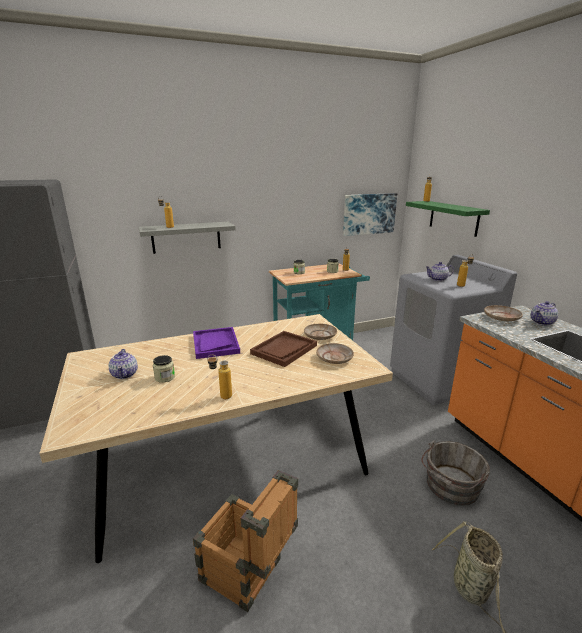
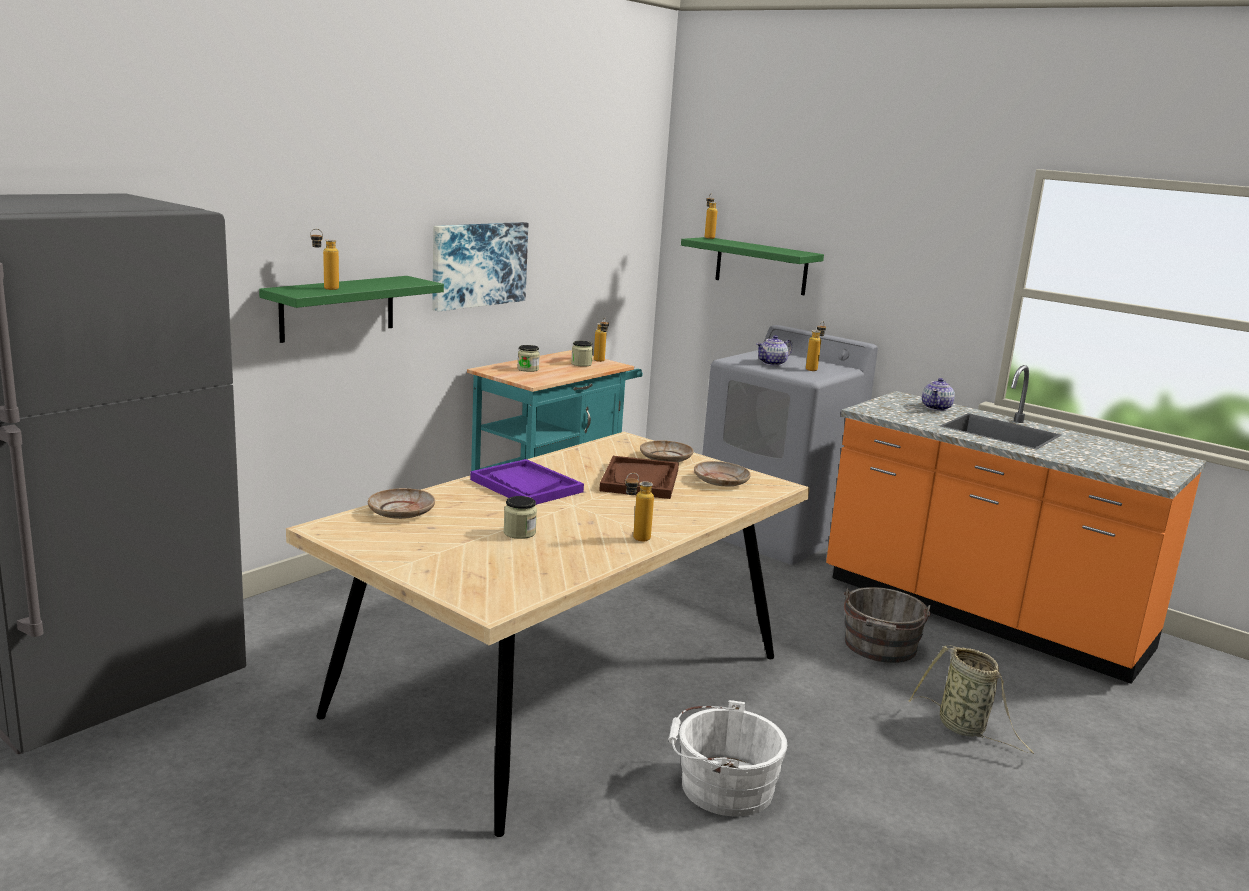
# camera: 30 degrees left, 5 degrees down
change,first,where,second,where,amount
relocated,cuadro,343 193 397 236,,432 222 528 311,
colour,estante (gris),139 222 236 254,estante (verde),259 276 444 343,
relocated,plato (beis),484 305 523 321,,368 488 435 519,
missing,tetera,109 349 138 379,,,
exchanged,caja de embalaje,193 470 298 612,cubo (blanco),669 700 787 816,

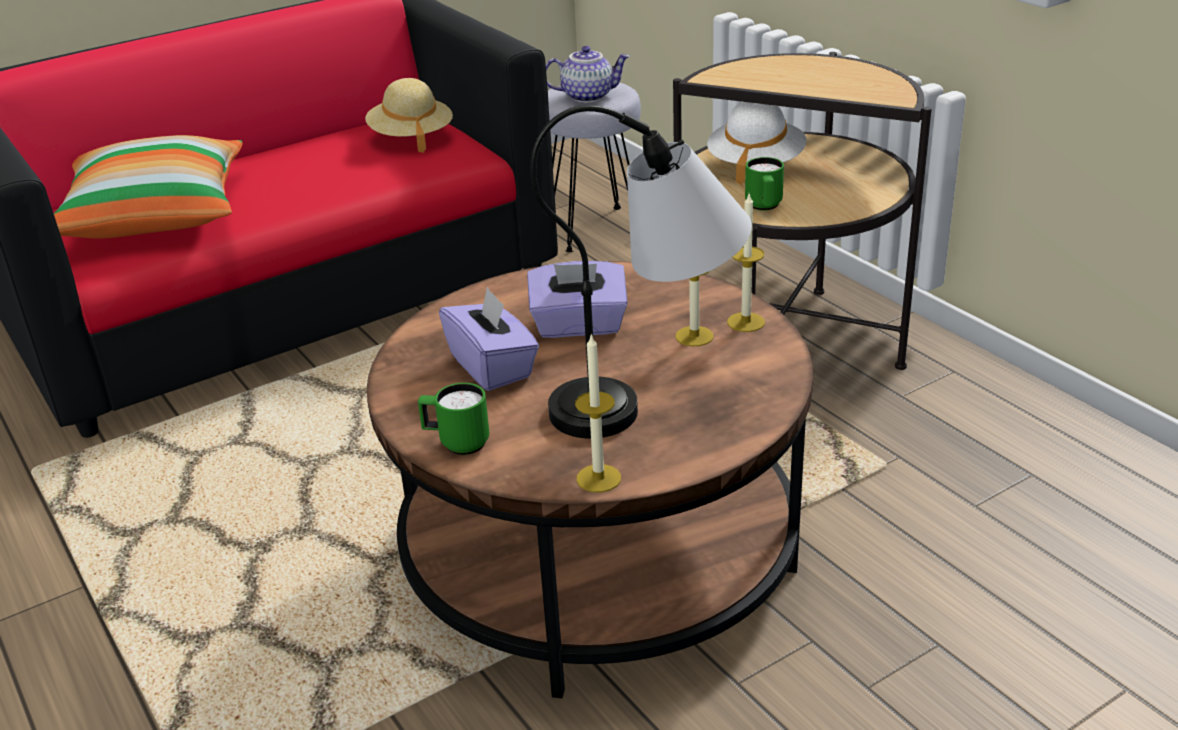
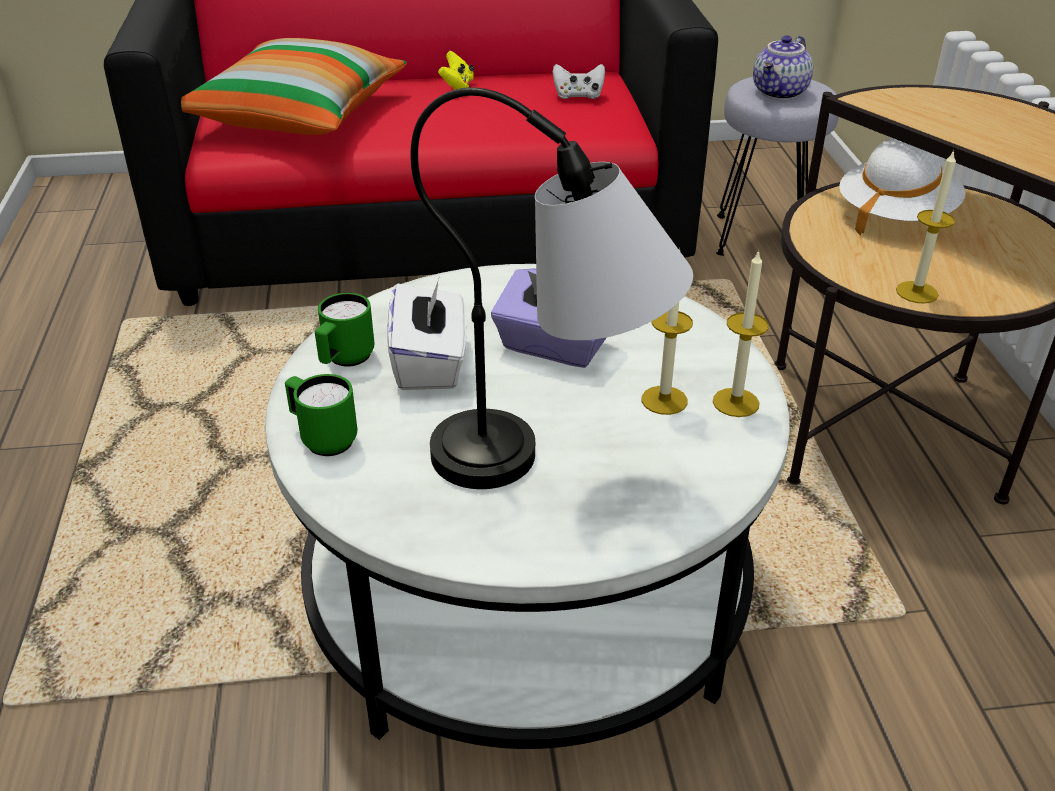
# camera: 25 degrees right, 5 degrees up
change,first,where,second,where,amount
spun,tetera,546 46 630 103,,753 35 813 100,105 degrees clockwise
exchanged,sombrero (beis),365 78 453 153,mando de consola (blanco),553 64 605 99,
relocated,taza grande (verde),745 157 784 211,,315 293 375 367,
colour,mesa de centro (marrón),367 261 813 698,mesa de centro (blanco),265 264 790 749,
colour,caja de pañuelos (morado),439 286 539 391,caja de pañuelos (blanco),387 279 466 390,
relocated,vela,575 333 621 492,,896 150 956 304,
appeared,,,mando de consola (amarillo),438 51 474 90,

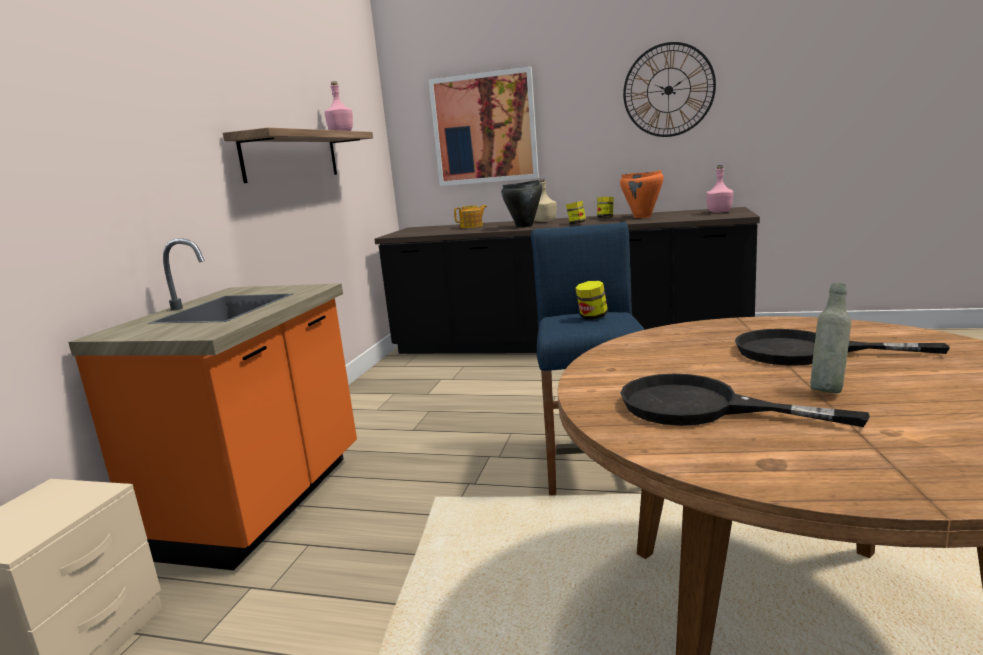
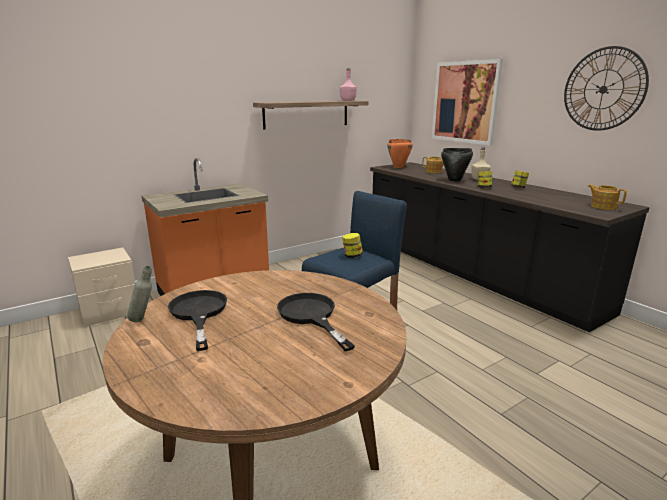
# camera: 40 degrees right, 5 degrees up
change,first,where,second,where,amount
exchanged,botella (rosa),706 165 733 213,tetera,588 184 627 210,
relocated,olla (naranja),620 170 664 218,,387 139 413 168,
relocated,botella (gris),810 283 851 394,,127 266 152 322,

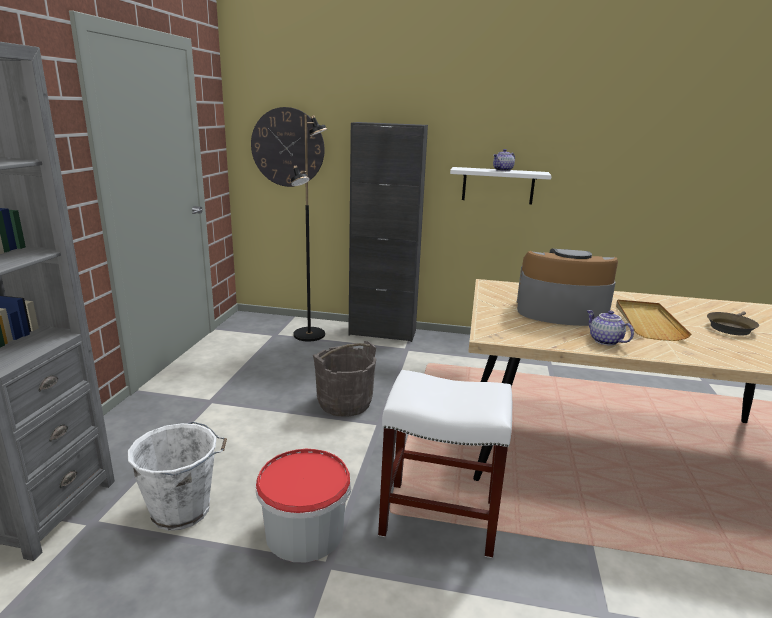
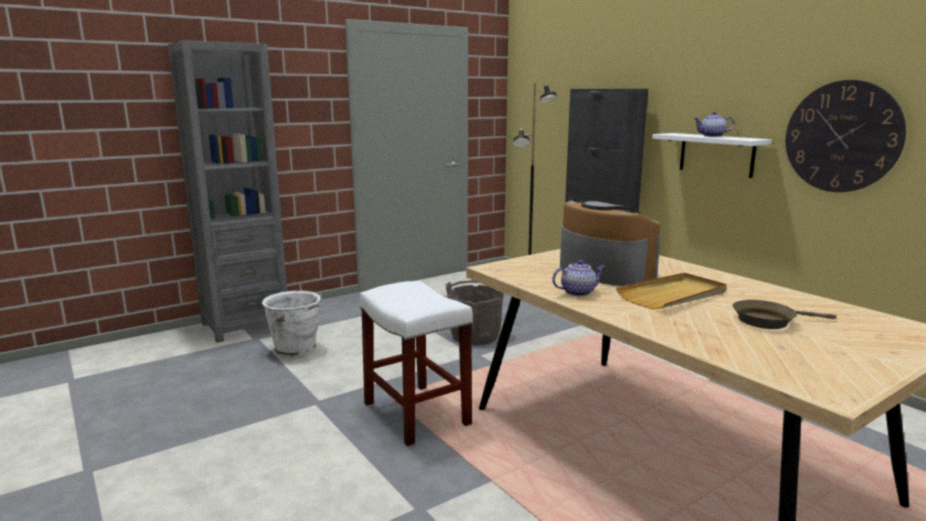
# camera: 45 degrees right, 5 degrees down
change,first,where,second,where,amount
relocated,reloj de pared,251 107 325 187,,786 80 906 192,
spun,tetera,586 310 634 346,,552 260 605 296,60 degrees clockwise
missing,cubo,256 449 351 562,,,

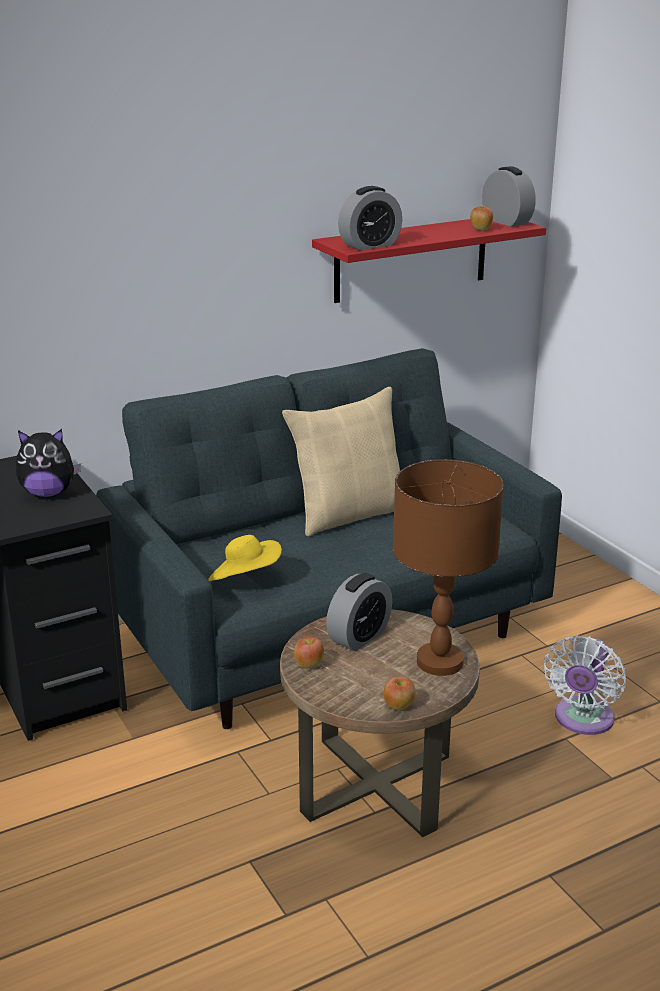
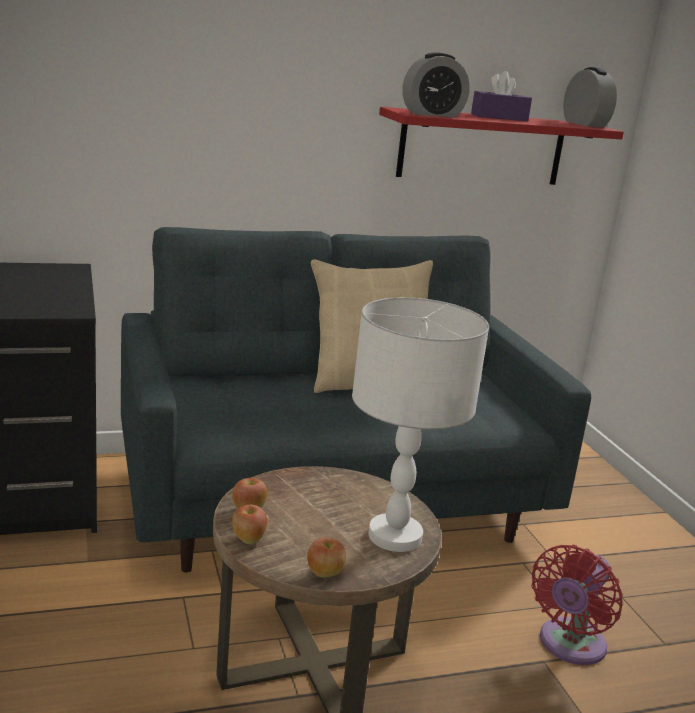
# camera: 10 degrees right, 5 degrees down
change,first,where,second,where,amount
relocated,manzana,470 206 493 231,,232 505 267 544,
missing,peluche,16 429 81 498,,,
colour,lámpara de mesa (marrón),393 459 504 676,lámpara de mesa (blanco),352 297 489 552,
missing,sombrero (amarillo),208 535 282 581,,,
missing,despertador,326 573 392 651,,,
colour,ventilador (blanco),544 635 626 735,ventilador (rojo),531 545 623 665,
appeared,,,caja de pañuelos (morado),471 71 532 121,

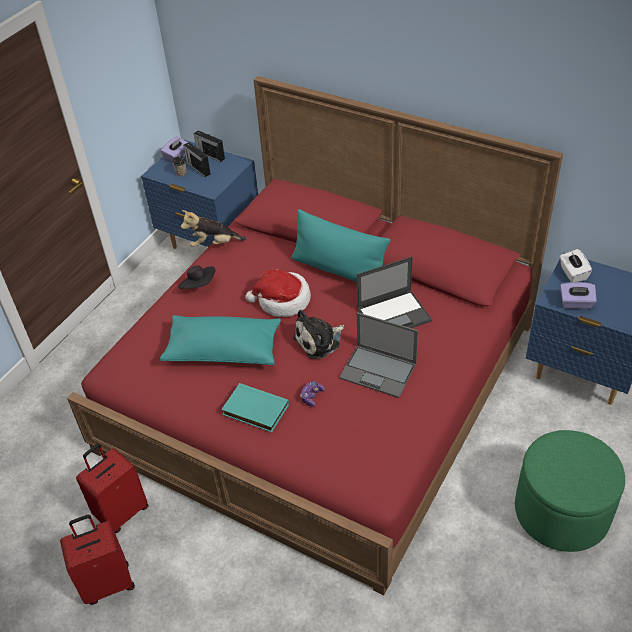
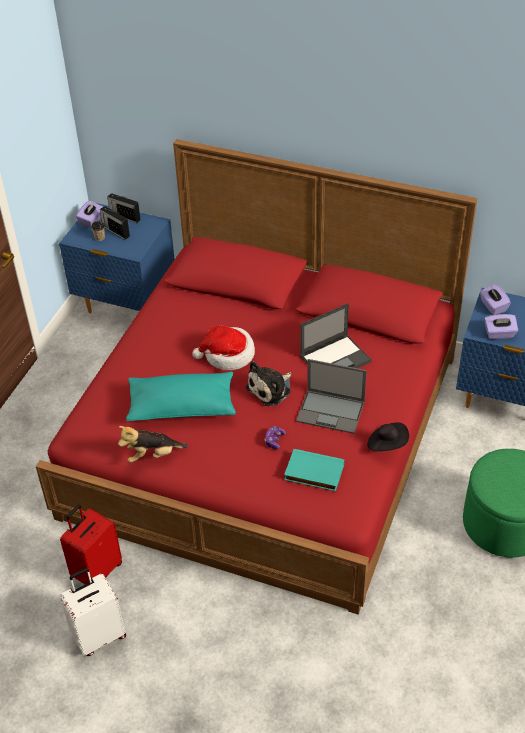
# camera: 10 degrees left, 0 degrees up
change,first,where,second,where,amount
missing,cojín (turquesa),292 209 390 282,,,
relocated,peluche,181 210 246 247,,118 426 188 463,
colour,caja de pañuelos (blanco),560 249 592 282,caja de pañuelos (morado),480 284 511 315,
relocated,sombrero (negro),178 266 215 289,,367 422 409 451,
relocated,libro (turquesa),221 383 289 432,,284 449 345 491,
colour,maleta (rojo),60 515 135 605,maleta (blanco),60 568 126 656,

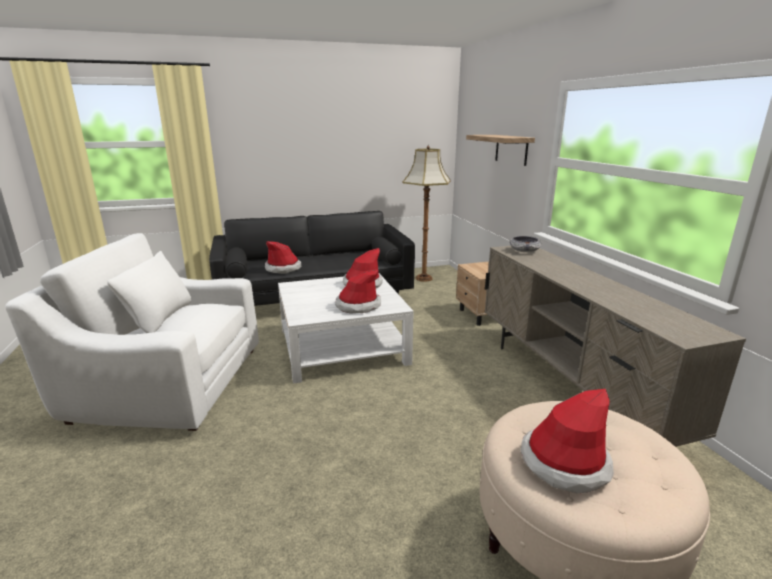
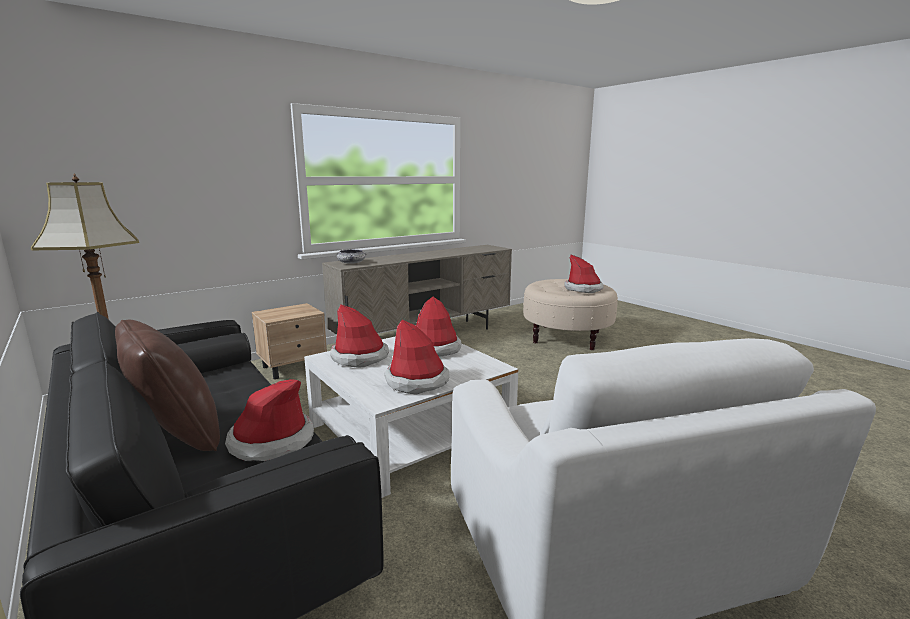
# camera: 110 degrees left, 5 degrees down
change,first,where,second,where,amount
missing,estante,466 135 535 166,,,
appeared,,,cojín (marrón),115 320 220 451,
appeared,,,sombrero,384 320 449 395,

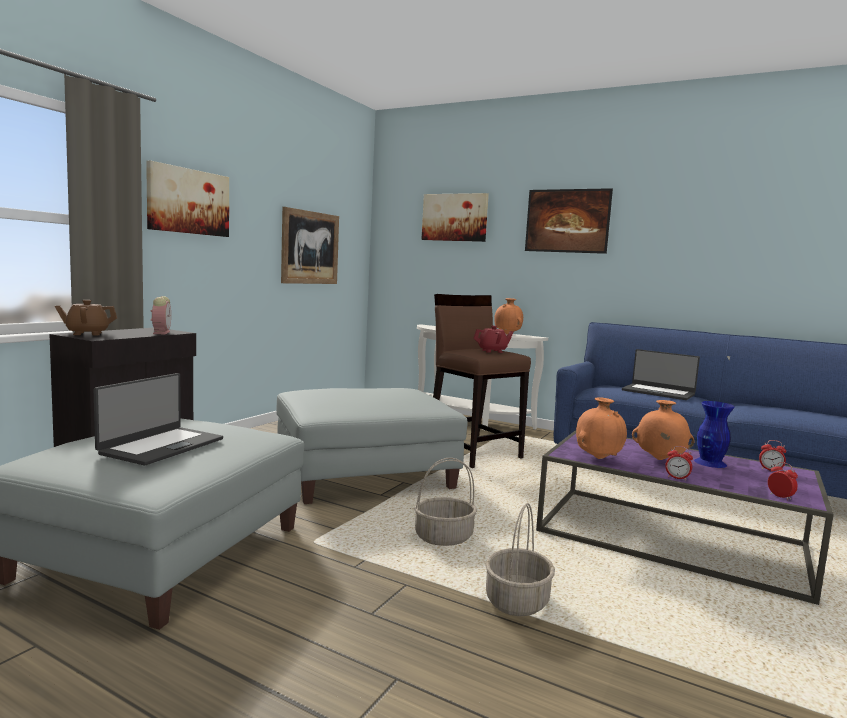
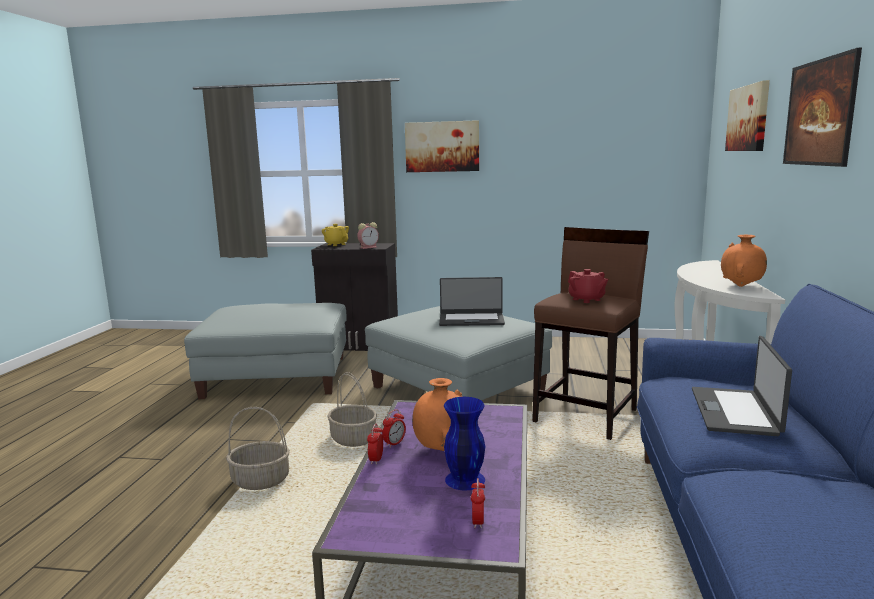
# camera: 70 degrees right, 5 degrees up
change,first,where,second,where,amount
missing,cuadro,281 207 339 284,,,
colour,tetera (marrón),55 300 117 335,tetera (amarillo),322 224 349 246,
relocated,portátil,94 373 223 465,,439 277 505 326,
missing,florero (naranja),576 397 627 459,,,
relocated,despertador,768 462 798 500,,382 409 406 448,

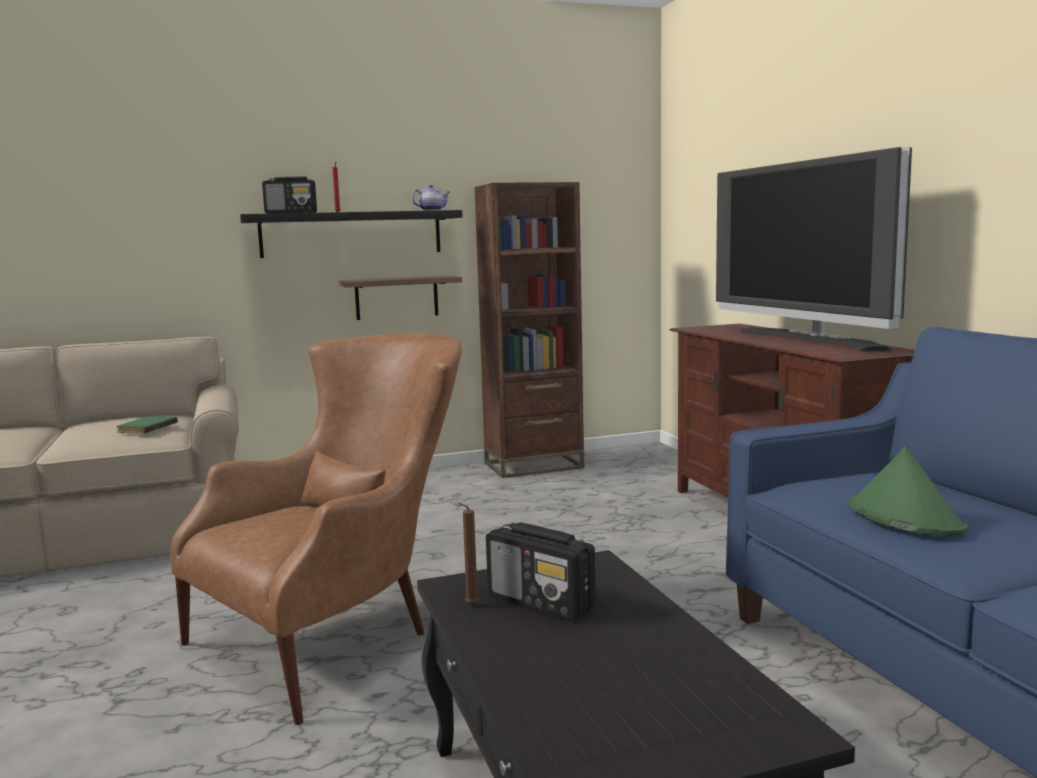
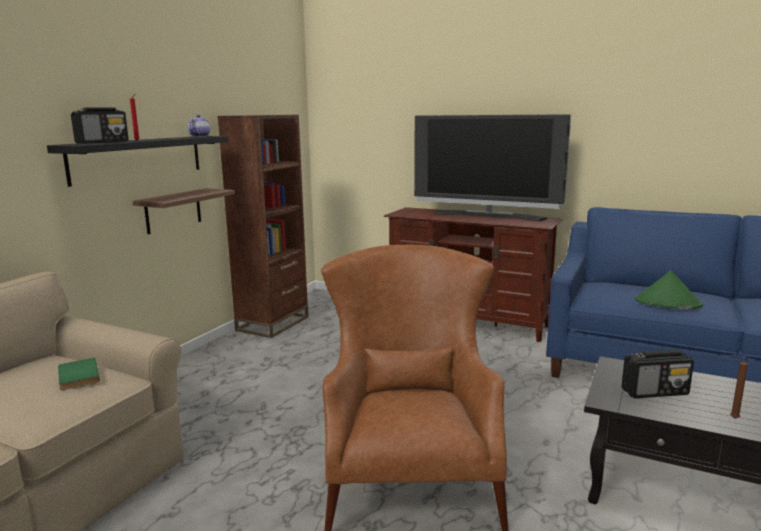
# camera: 45 degrees left, 5 degrees up
change,first,where,second,where,amount
relocated,vela (marrón),458 503 479 605,,730 360 748 419,

